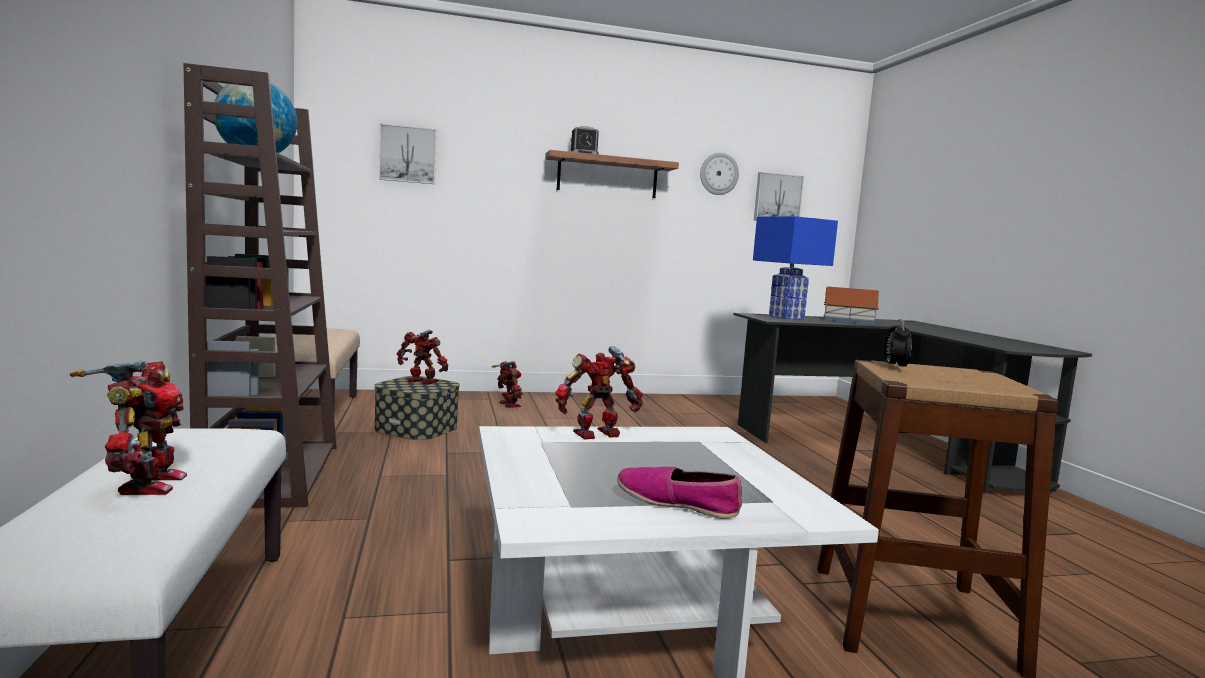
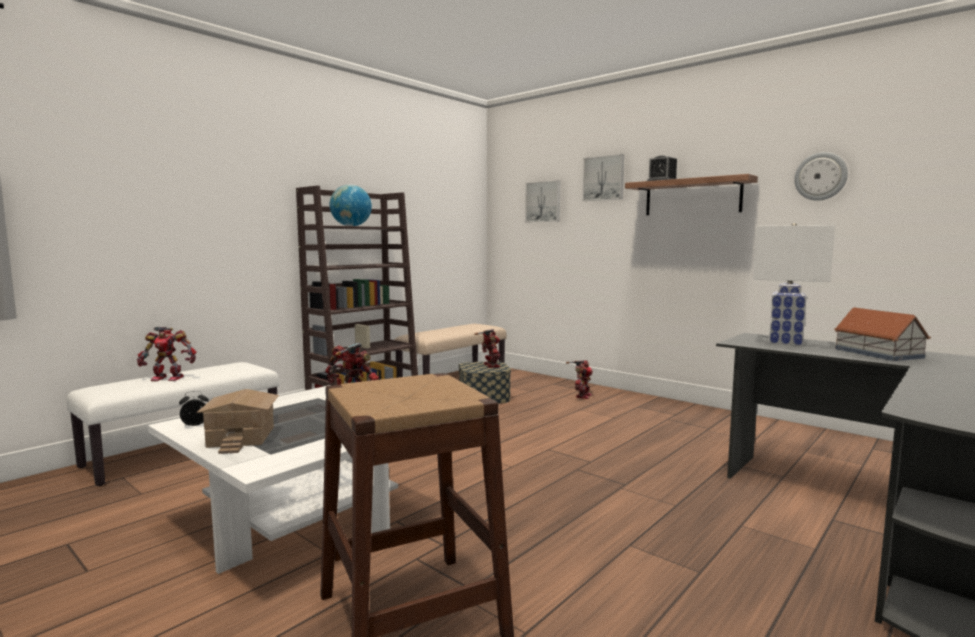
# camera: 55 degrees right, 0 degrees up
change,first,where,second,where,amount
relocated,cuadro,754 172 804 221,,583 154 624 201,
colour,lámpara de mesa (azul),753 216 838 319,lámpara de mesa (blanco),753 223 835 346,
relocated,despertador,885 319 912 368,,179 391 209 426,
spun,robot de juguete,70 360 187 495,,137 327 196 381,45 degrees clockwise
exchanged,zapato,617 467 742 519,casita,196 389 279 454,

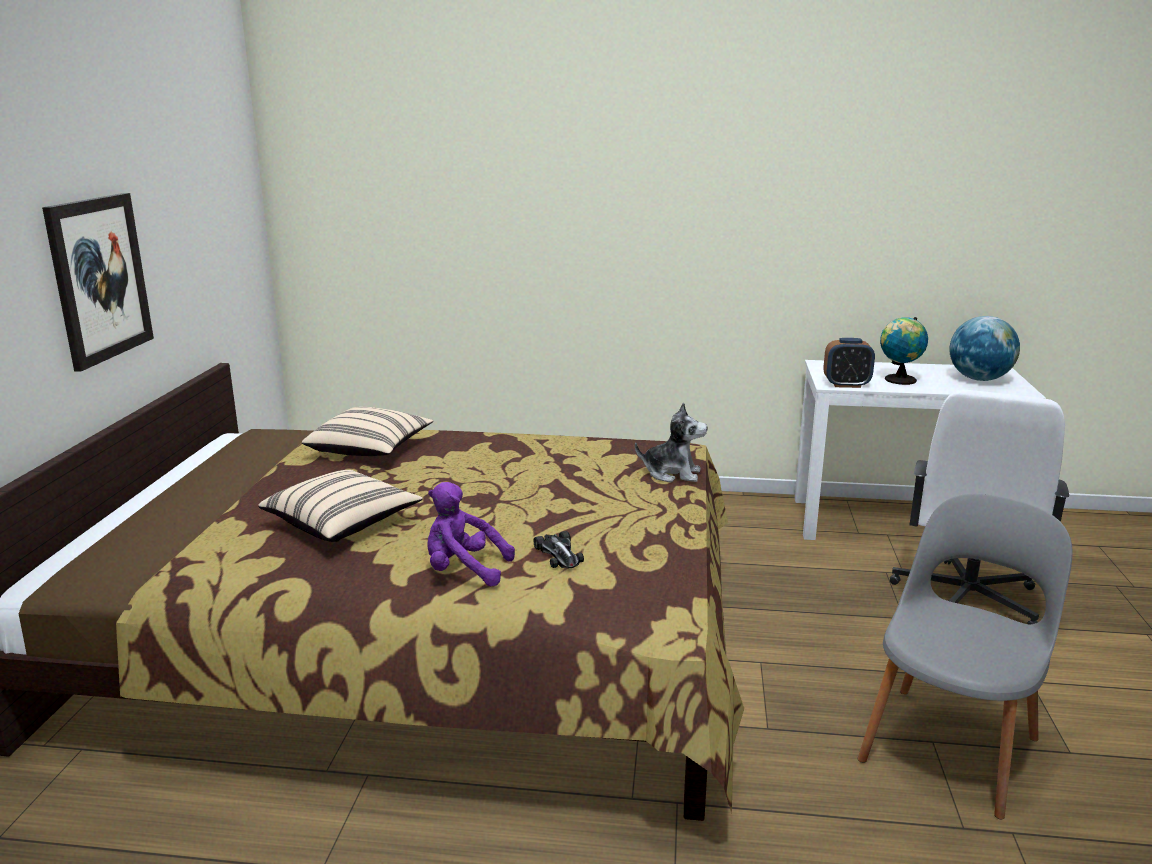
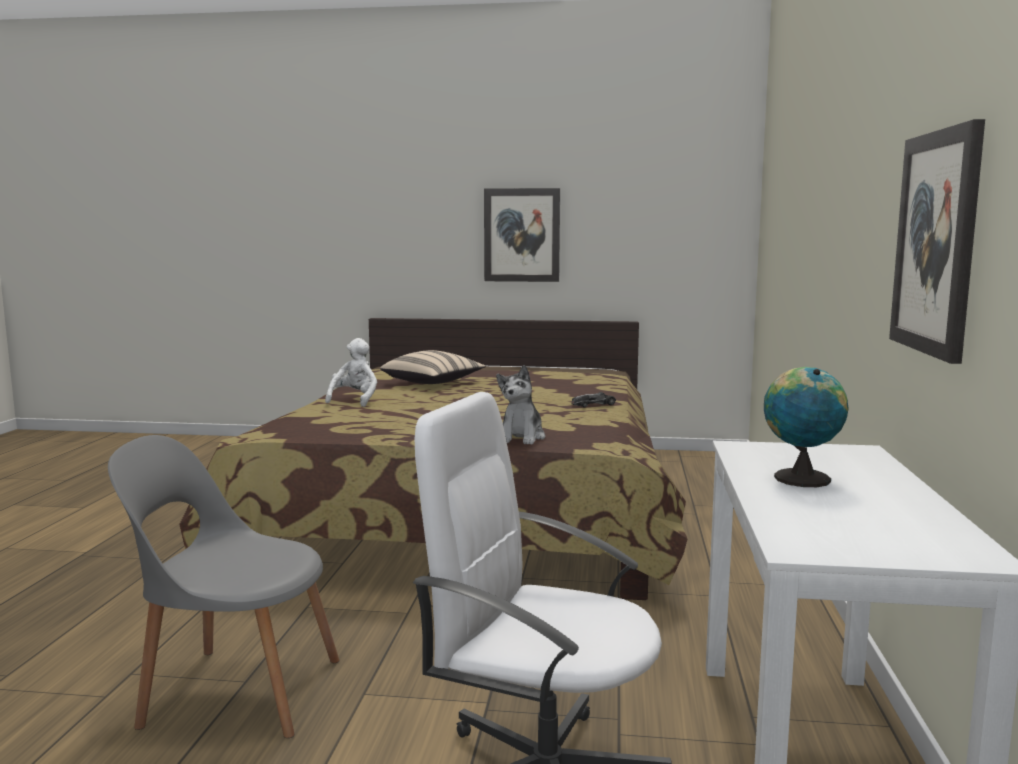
# camera: 90 degrees right, 10 degrees down
change,first,where,second,where,amount
missing,globo terráqueo,950 316 1020 381,,,
missing,despertador,823 338 875 388,,,
missing,cojín (beis),302 407 433 456,,,
colour,peluche (morado),427 482 515 586,peluche (blanco),325 338 377 407,
spun,silla (gris),858 494 1073 819,,108 435 340 738,150 degrees clockwise
relocated,coche de juguete,533 531 584 568,,572 392 616 407,
appeared,,,cuadro,889 119 985 364,

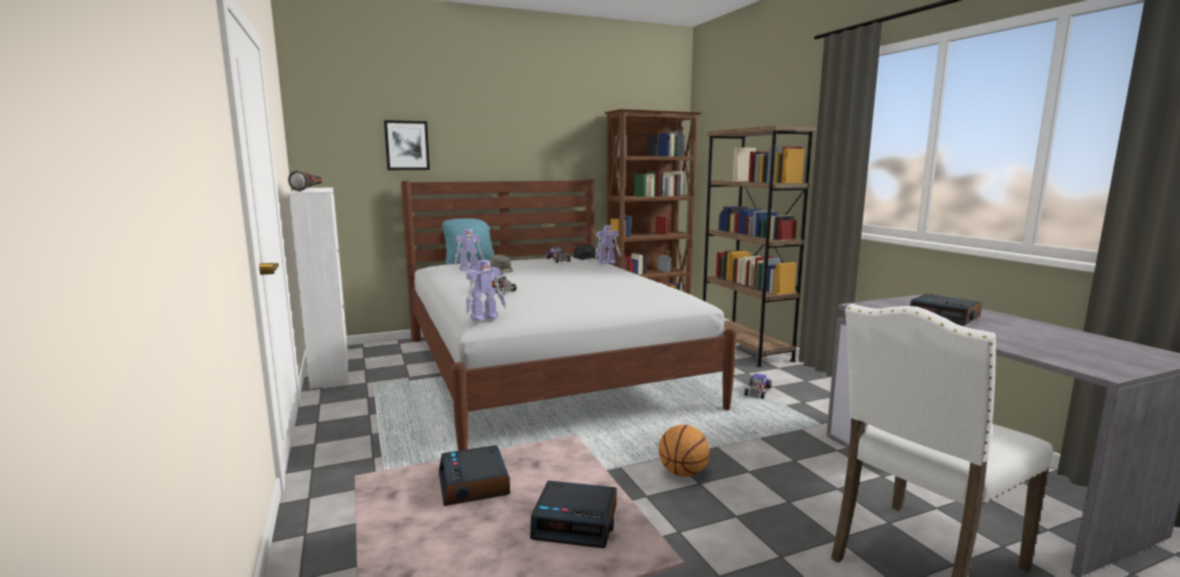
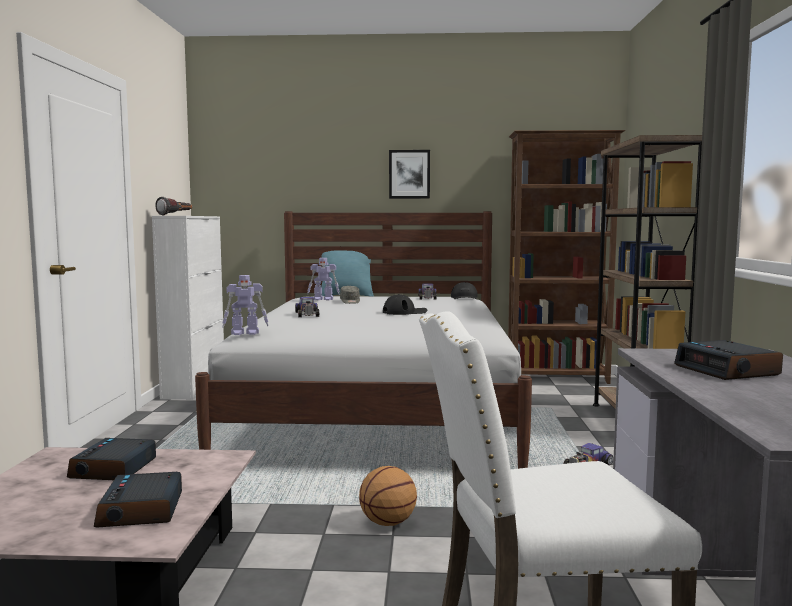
# camera: 25 degrees right, 5 degrees down
change,first,where,second,where,amount
relocated,cuadro,384 120 430 170,,389 150 430 199,
missing,robot de juguete,595 225 621 264,,,
spun,despertador,530 480 617 548,,94 472 182 528,45 degrees clockwise
appeared,,,gorra (negro),383 294 427 315,

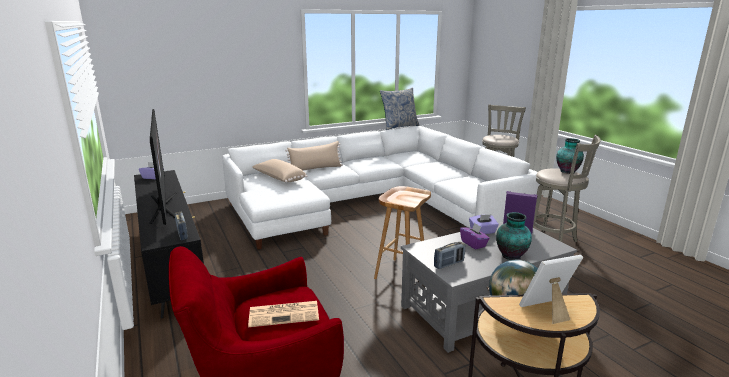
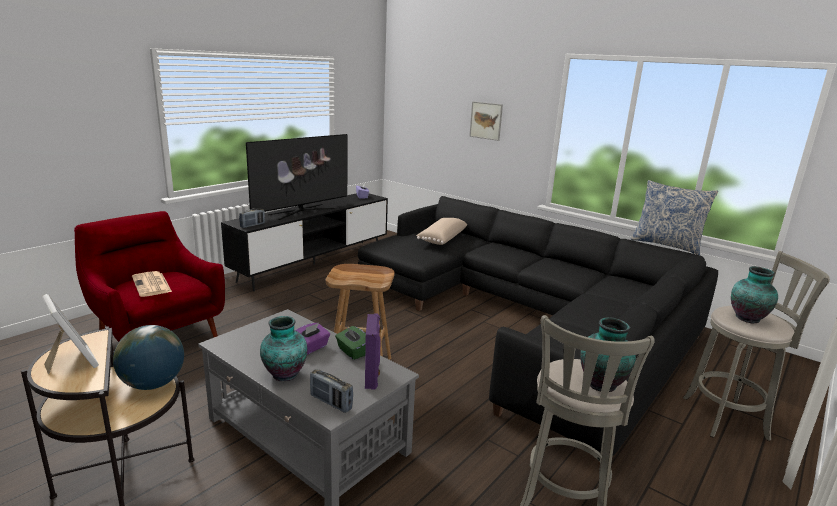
# camera: 65 degrees right, 0 degrees up
change,first,where,second,where,amount
colour,sofá (blanco),223 126 540 249,sofá (negro),358 196 718 465,
missing,cojín (beis),285 141 343 170,,,
colour,caja de pañuelos (morado),469 214 499 234,caja de pañuelos (verde),335 325 366 360,
relocated,radio,434 242 465 269,,310 369 353 413,
appeared,,,cuadro,469 101 503 141,
appeared,,,florero,731 266 778 323,

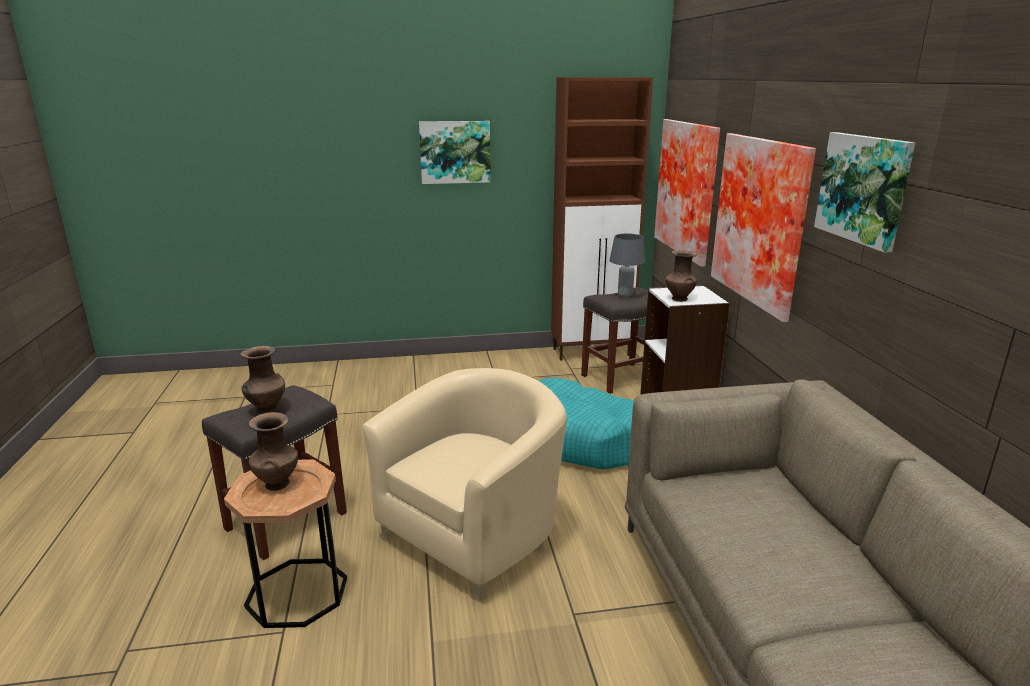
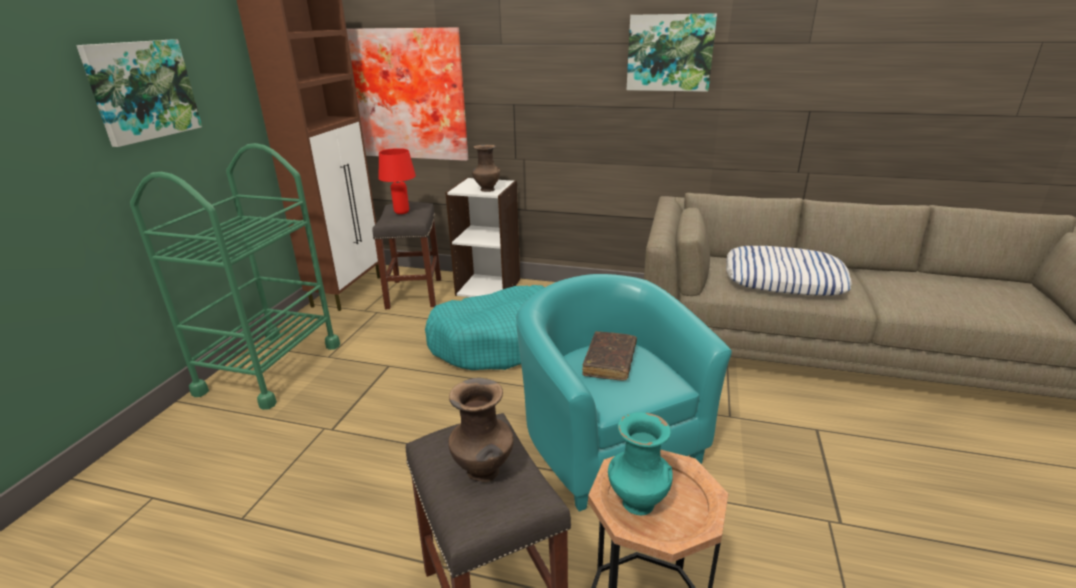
# camera: 65 degrees left, 5 degrees up
change,first,where,second,where,amount
missing,cuadro,711 133 816 322,,,
colour,lámpara de mesa (gris),609 233 646 297,lámpara de mesa (rojo),379 148 416 214,
colour,sillón (beis),362 368 567 602,sillón (turquesa),516 274 732 512,
colour,florero (marrón),249 412 298 491,florero (turquesa),608 412 673 515,
appeared,,,carrito (verde),130 143 340 410,
appeared,,,cojín,726 246 852 296,
appeared,,,libro (marrón),582 331 637 381,

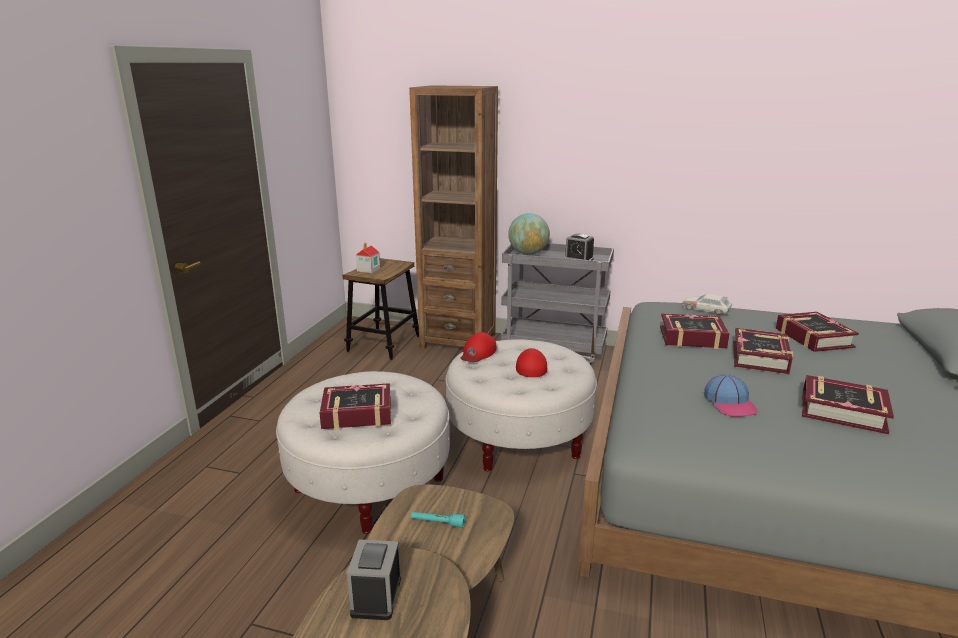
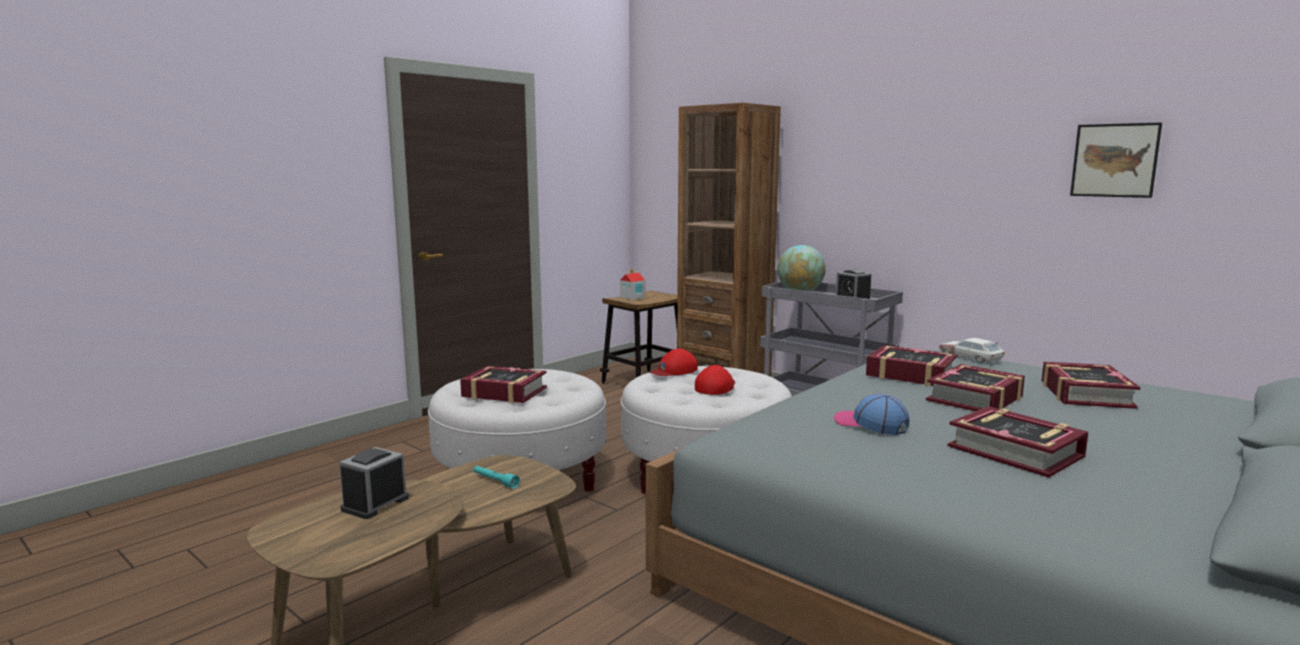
# camera: 25 degrees right, 10 degrees down
change,first,where,second,where,amount
spun,gorra,704 374 758 417,,833 394 910 435,120 degrees clockwise
appeared,,,cuadro,1070 122 1162 198,

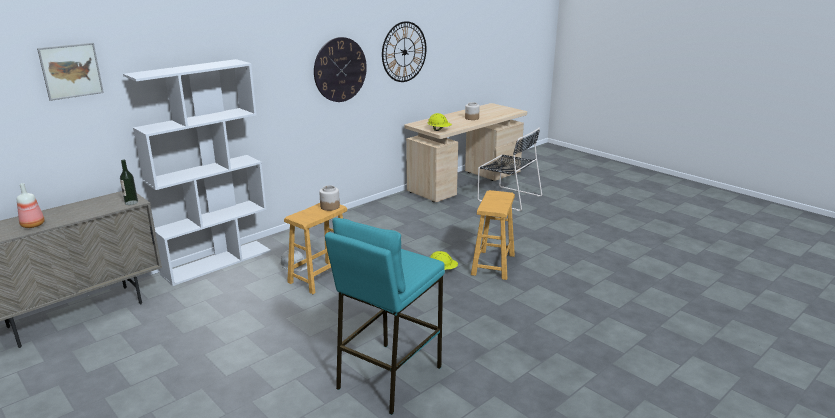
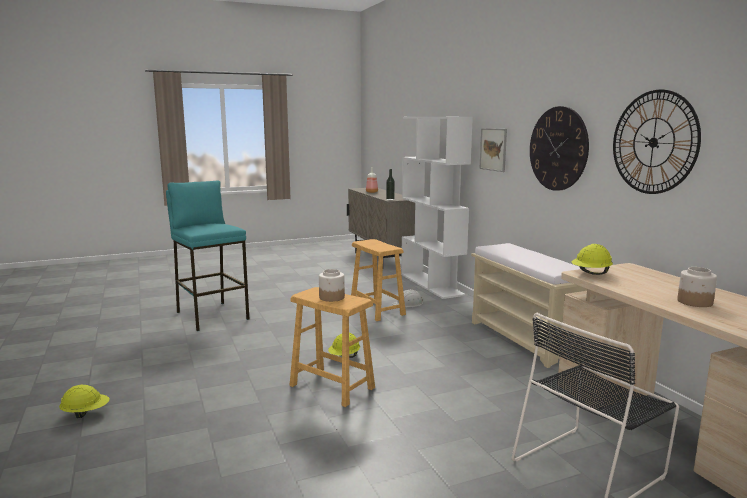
# camera: 110 degrees right, 10 degrees down
change,first,where,second,where,amount
relocated,cuadro,37 43 104 101,,479 128 507 172,
relocated,tarro,319 185 340 211,,319 269 345 302,
appeared,,,banco (beis),471 243 587 368,
appeared,,,casco (amarillo),59 385 110 418,

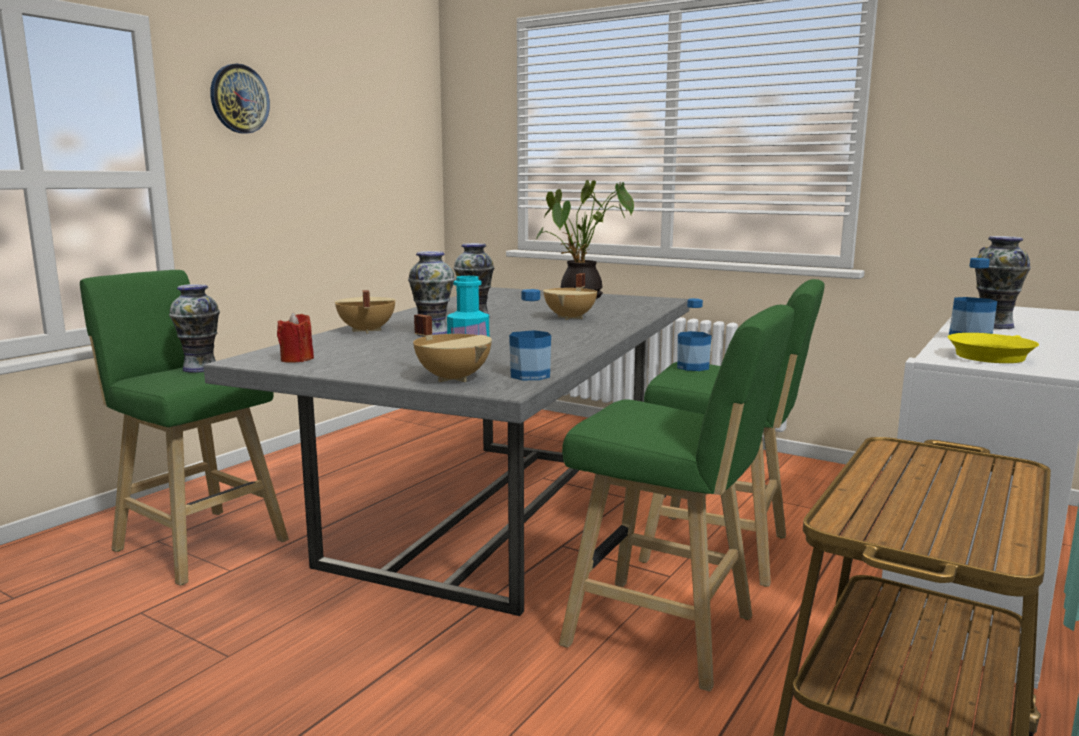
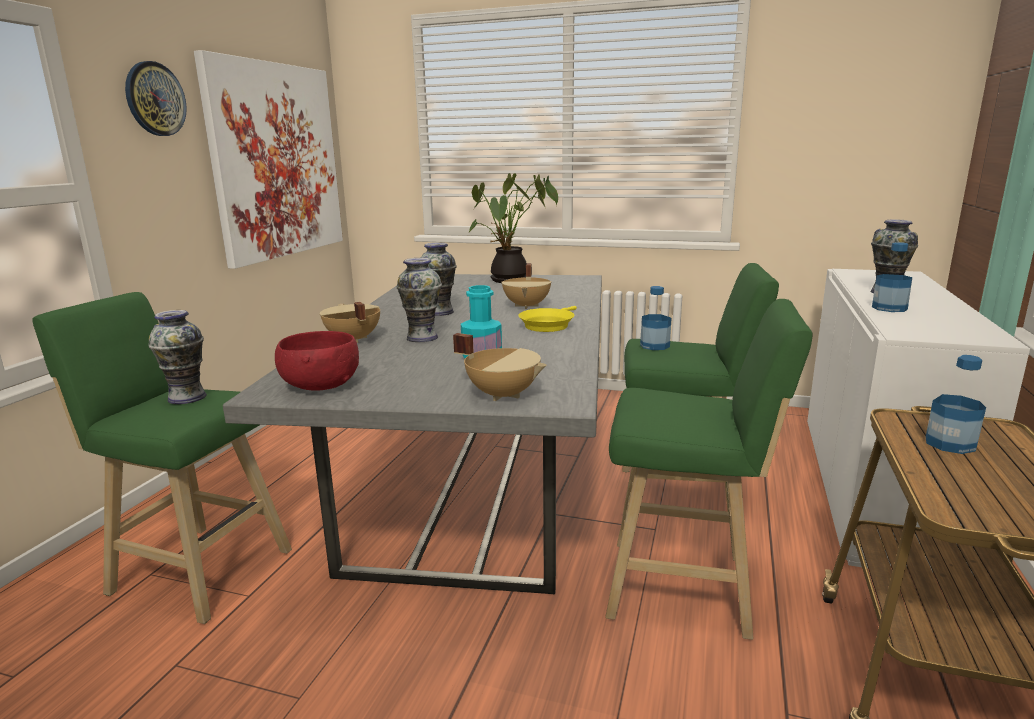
# camera: 15 degrees left, 5 degrees up
change,first,where,second,where,amount
relocated,botella,509 289 551 380,,926 355 986 454,
exchanged,vela (rojo),277 313 314 363,cuenco (rojo),275 331 359 391,
relocated,sartén (amarillo),948 333 1039 363,,518 306 577 332,
appeared,,,cuadro,194 50 343 269,

